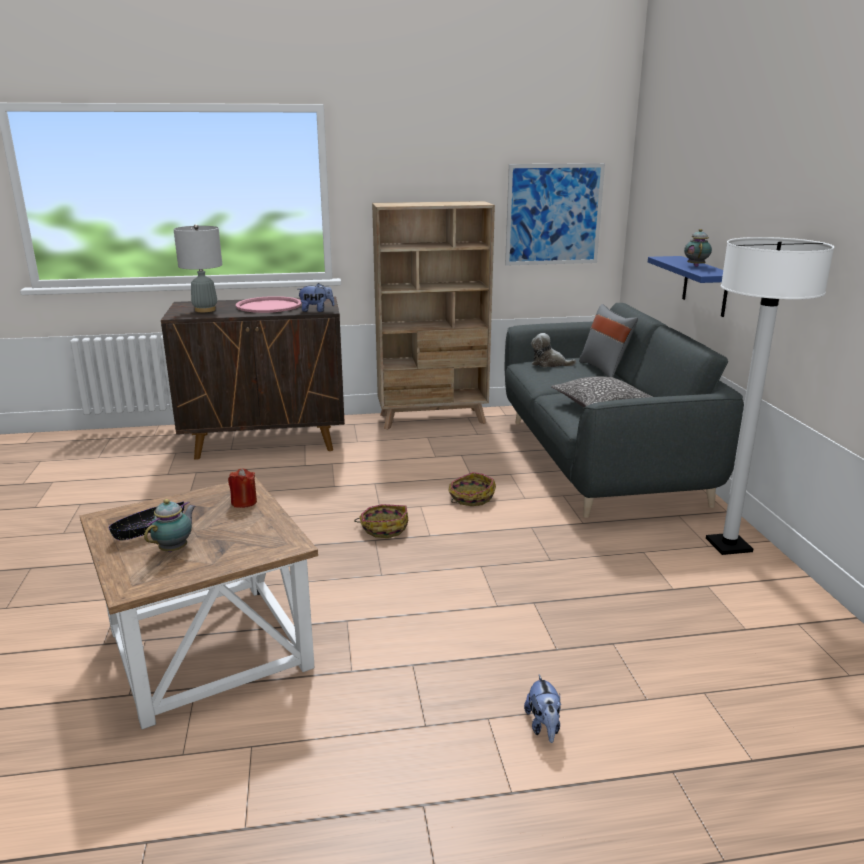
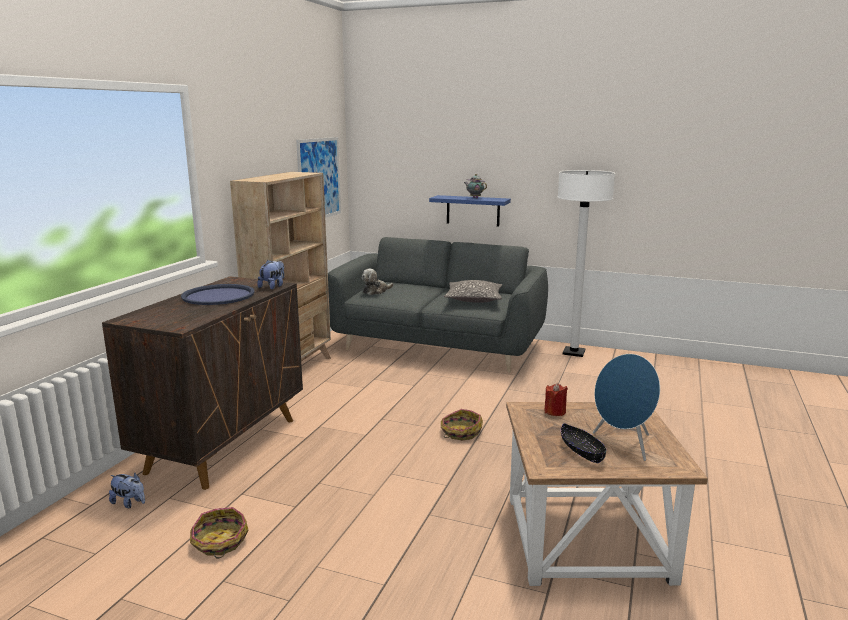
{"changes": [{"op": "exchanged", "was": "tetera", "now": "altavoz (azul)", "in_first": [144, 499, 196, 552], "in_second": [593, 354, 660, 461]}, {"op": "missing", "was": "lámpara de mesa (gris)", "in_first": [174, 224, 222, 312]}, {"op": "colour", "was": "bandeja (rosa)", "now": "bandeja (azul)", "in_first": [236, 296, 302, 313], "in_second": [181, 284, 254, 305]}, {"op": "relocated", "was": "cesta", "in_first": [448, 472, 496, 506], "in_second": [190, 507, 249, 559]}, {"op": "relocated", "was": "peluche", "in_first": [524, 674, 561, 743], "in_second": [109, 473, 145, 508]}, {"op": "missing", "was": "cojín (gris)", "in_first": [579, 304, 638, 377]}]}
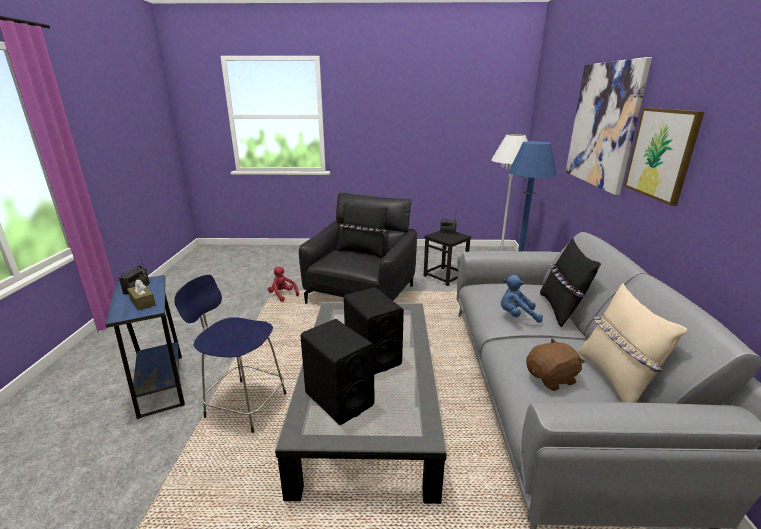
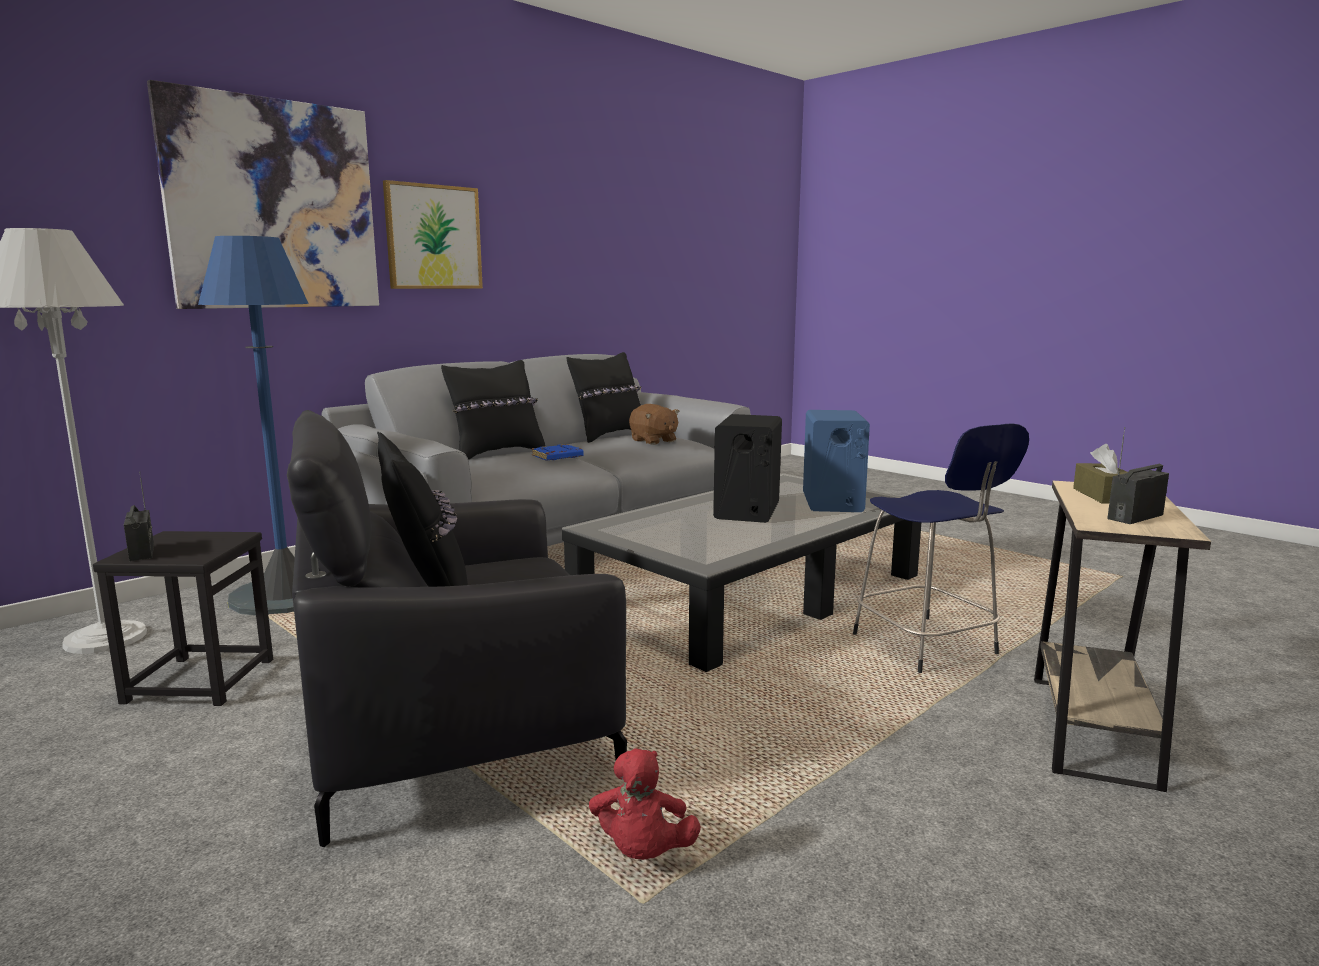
{"changes": [{"op": "colour", "was": "mesa auxiliar (azul)", "now": "mesa auxiliar (beis)", "in_first": [105, 275, 185, 419], "in_second": [1034, 481, 1211, 792]}, {"op": "colour", "was": "altavoz (negro)", "now": "altavoz (azul)", "in_first": [301, 319, 374, 425], "in_second": [803, 410, 870, 512]}, {"op": "exchanged", "was": "peluche (azul)", "now": "libro (azul)", "in_first": [501, 275, 543, 323], "in_second": [532, 444, 584, 461]}, {"op": "spun", "was": "peluche (marrón)", "in_first": [526, 338, 585, 391], "in_second": [629, 404, 680, 445], "clockwise": -150}, {"op": "colour", "was": "cojín (beis)", "now": "cojín (negro)", "in_first": [578, 284, 688, 403], "in_second": [566, 352, 641, 443]}]}
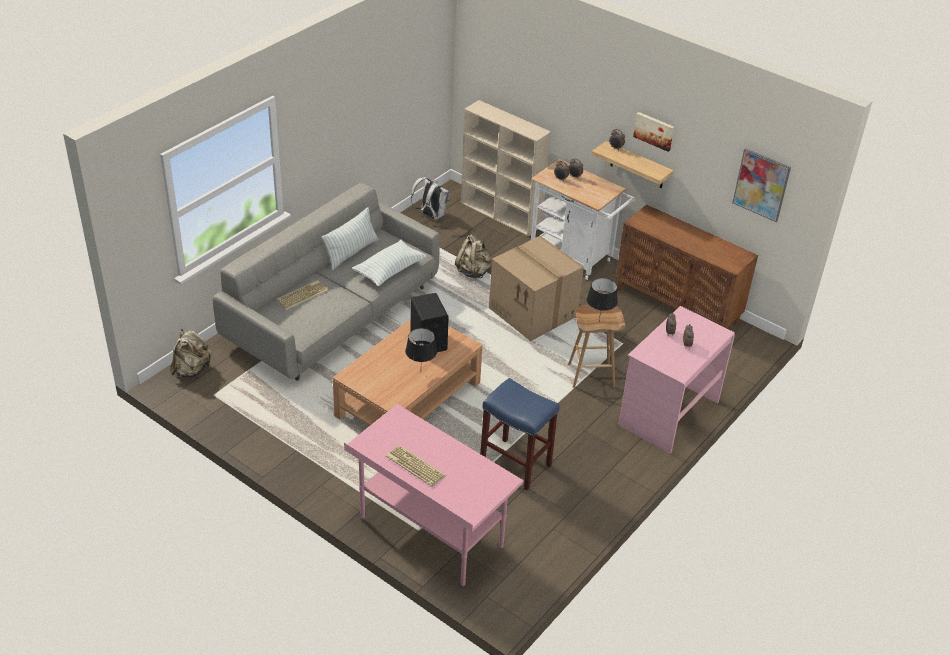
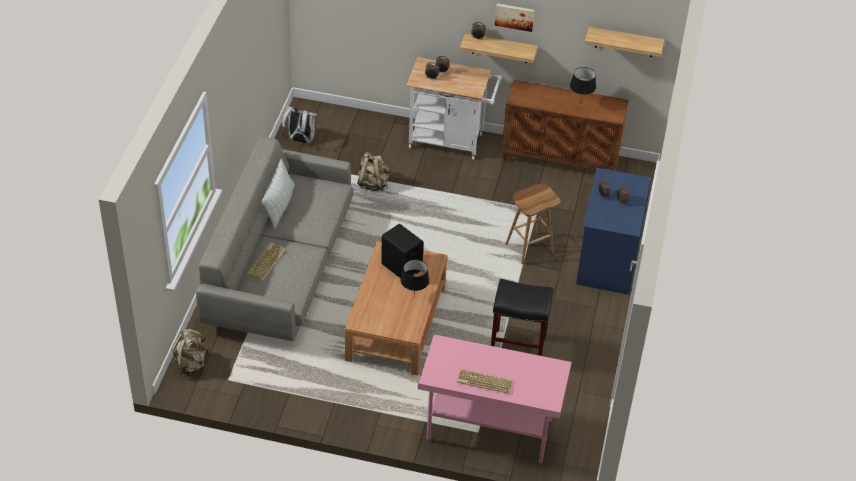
{"changes": [{"op": "missing", "was": "cojín", "in_first": [352, 240, 427, 287]}, {"op": "missing", "was": "estantería (beis)", "in_first": [461, 100, 551, 237]}, {"op": "colour", "was": "taburete (azul)", "now": "taburete (negro)", "in_first": [480, 378, 560, 490], "in_second": [491, 279, 553, 356]}, {"op": "missing", "was": "caja de cartón", "in_first": [489, 236, 584, 341]}, {"op": "relocated", "was": "lámpara de mesa (negro)", "in_first": [587, 278, 618, 321], "in_second": [570, 67, 596, 104]}, {"op": "colour", "was": "escritorio (rosa)", "now": "escritorio (azul)", "in_first": [618, 306, 735, 454], "in_second": [576, 168, 652, 295]}, {"op": "exchanged", "was": "cuadro", "now": "estante", "in_first": [732, 148, 791, 222], "in_second": [585, 27, 664, 57]}]}
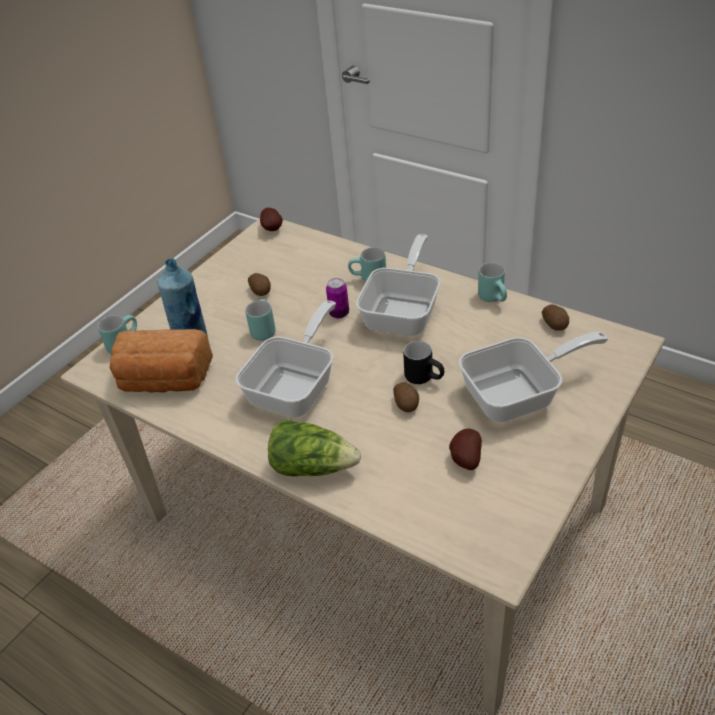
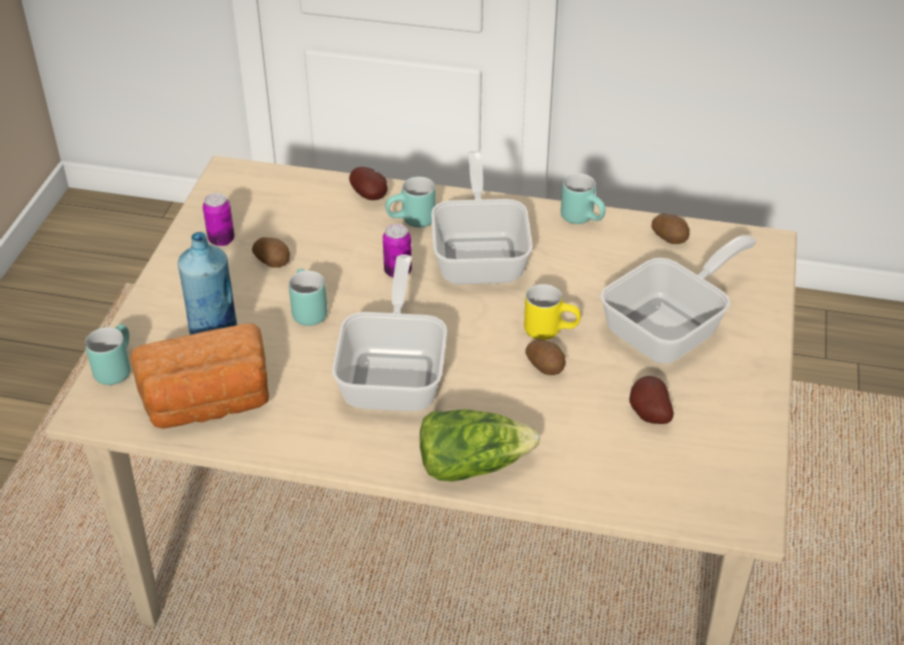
{"changes": [{"op": "relocated", "was": "patata", "in_first": [260, 208, 283, 231], "in_second": [349, 167, 388, 200]}, {"op": "colour", "was": "taza grande (negro)", "now": "taza grande (amarillo)", "in_first": [403, 341, 444, 384], "in_second": [524, 284, 581, 340]}, {"op": "appeared", "now": "lata", "in_second": [203, 193, 235, 246]}]}
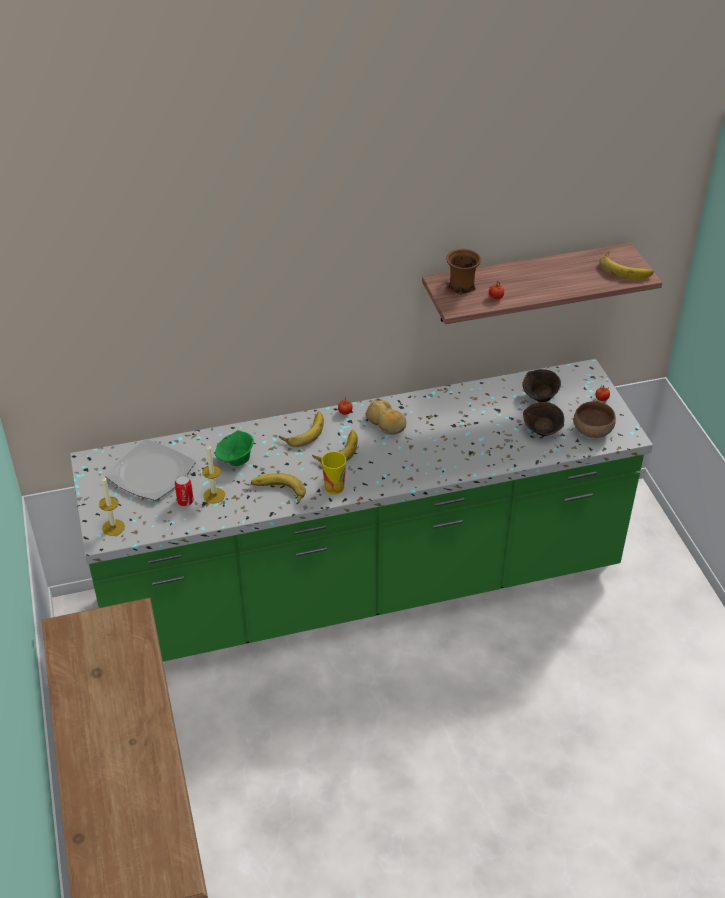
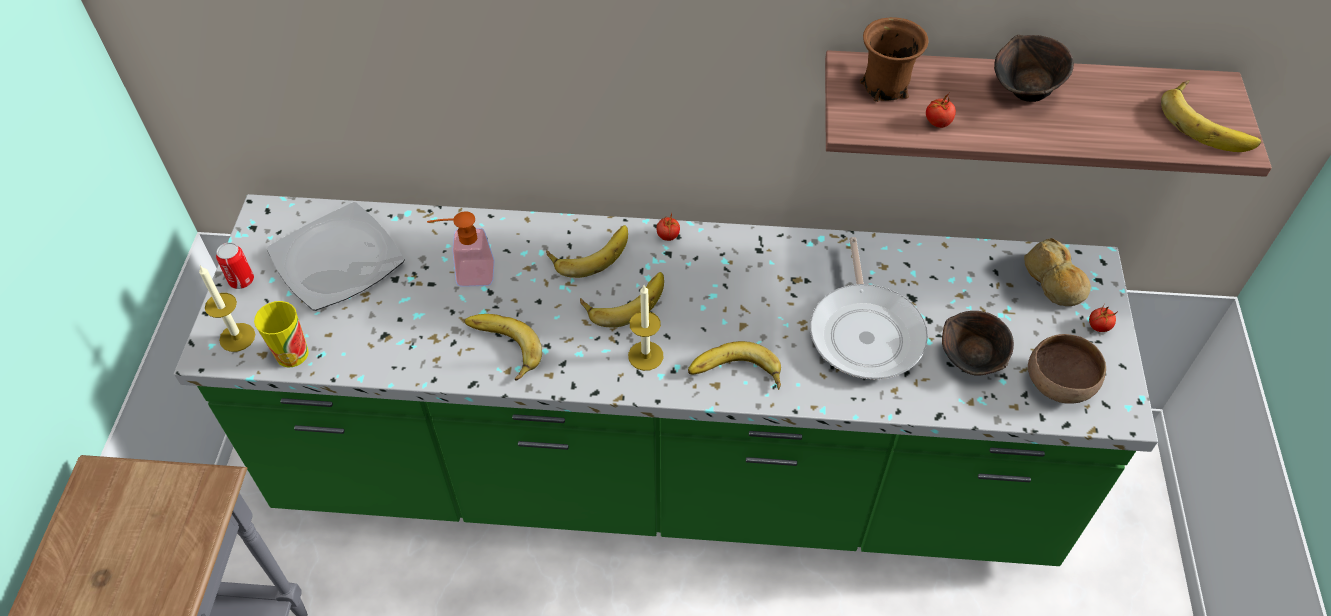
{"changes": [{"op": "relocated", "was": "lata", "in_first": [175, 475, 194, 506], "in_second": [216, 242, 254, 289]}, {"op": "relocated", "was": "vela", "in_first": [202, 444, 225, 503], "in_second": [628, 285, 663, 371]}, {"op": "exchanged", "was": "cuenco (verde)", "now": "dispensador de jabón", "in_first": [215, 430, 254, 466], "in_second": [427, 211, 495, 287]}, {"op": "relocated", "was": "taza", "in_first": [321, 452, 346, 494], "in_second": [254, 301, 309, 368]}, {"op": "relocated", "was": "pan", "in_first": [365, 398, 406, 435], "in_second": [1024, 238, 1091, 306]}, {"op": "relocated", "was": "cuenco (marrón)", "in_first": [522, 369, 561, 402], "in_second": [994, 35, 1074, 102]}, {"op": "appeared", "now": "plátano", "in_second": [688, 341, 781, 390]}, {"op": "appeared", "now": "sartén", "in_second": [810, 237, 928, 380]}]}
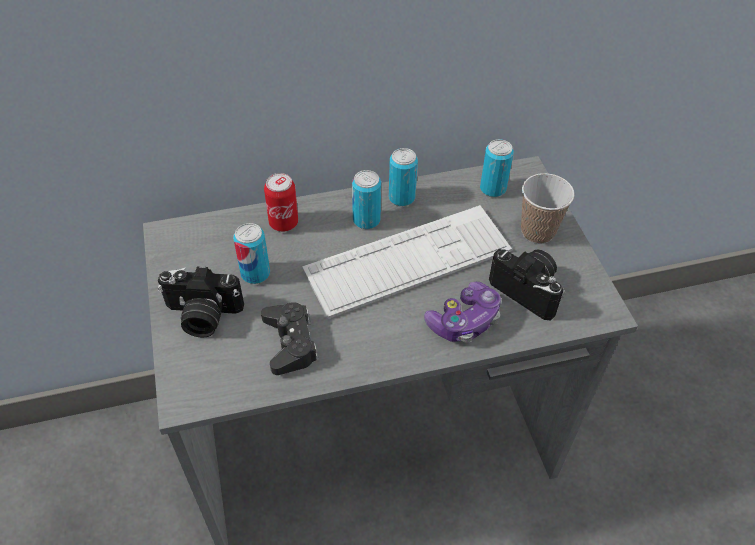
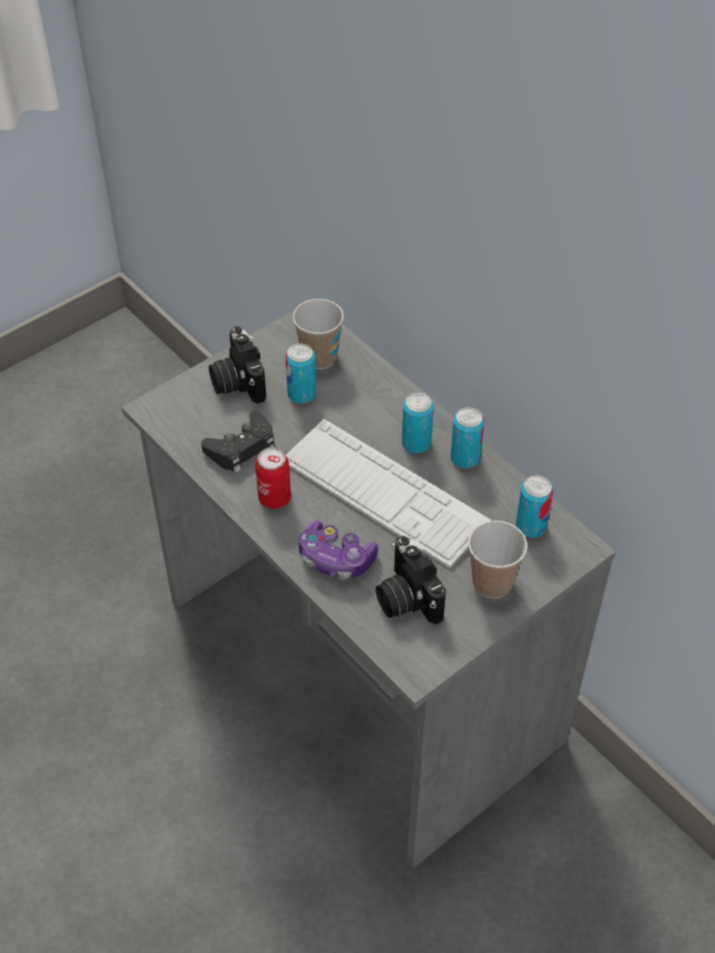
{"changes": [{"op": "relocated", "was": "lata", "in_first": [264, 173, 298, 232], "in_second": [255, 447, 291, 509]}, {"op": "spun", "was": "cámara", "in_first": [489, 249, 565, 321], "in_second": [376, 536, 446, 624], "clockwise": 135}, {"op": "appeared", "now": "taza", "in_second": [293, 299, 344, 369]}]}
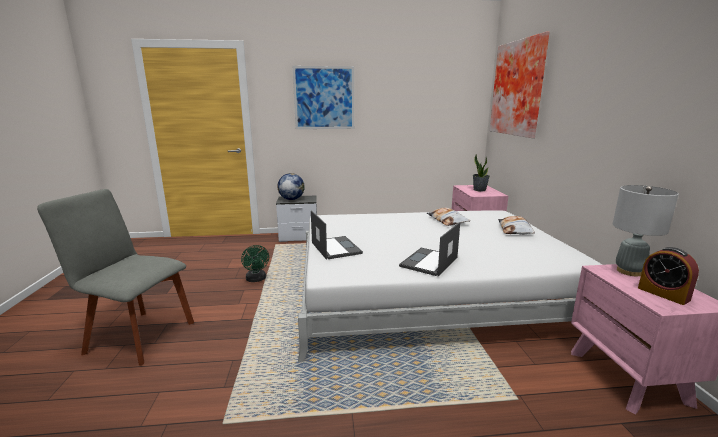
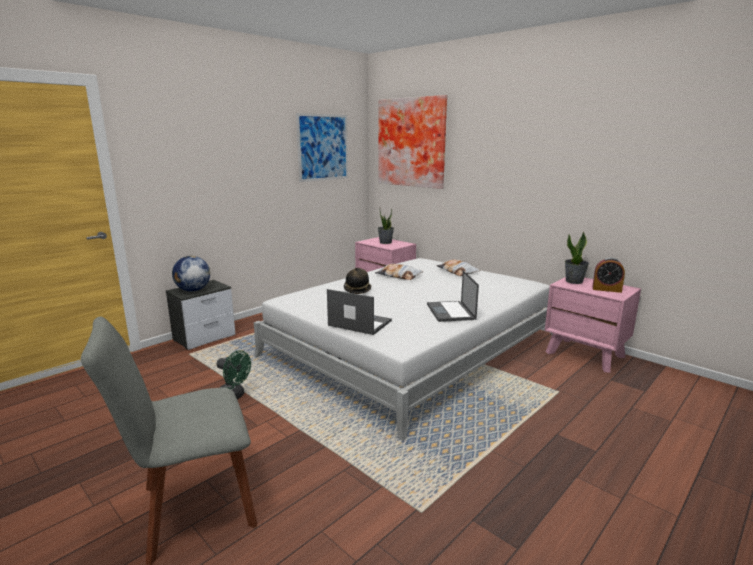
{"changes": [{"op": "relocated", "was": "cuadro", "in_first": [293, 66, 354, 129], "in_second": [296, 113, 348, 182]}, {"op": "exchanged", "was": "lámpara de mesa (gris)", "now": "planta en maceta", "in_first": [613, 185, 679, 276], "in_second": [565, 232, 589, 284]}, {"op": "appeared", "now": "sombrero", "in_second": [344, 267, 371, 294]}]}
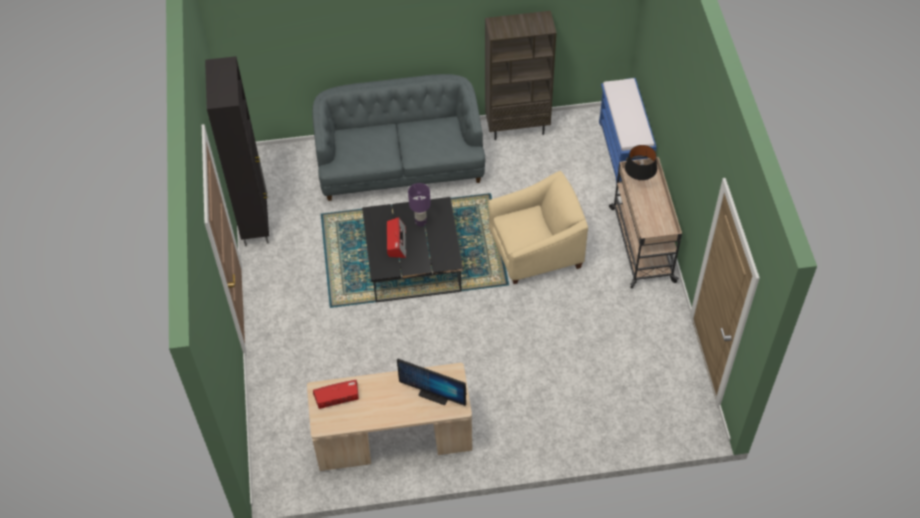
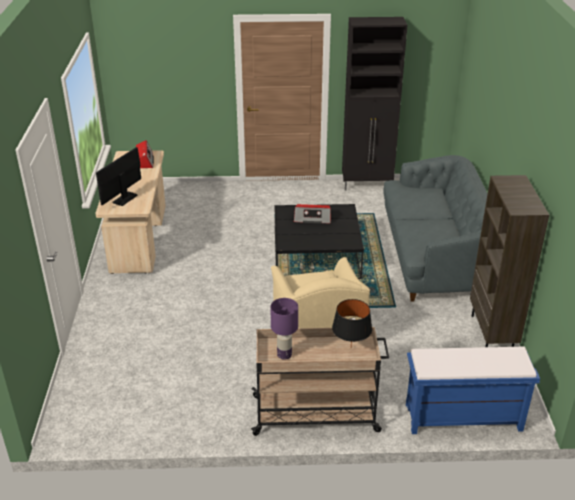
{"changes": [{"op": "relocated", "was": "lámpara de mesa (morado)", "in_first": [408, 183, 431, 227], "in_second": [270, 298, 298, 360]}]}
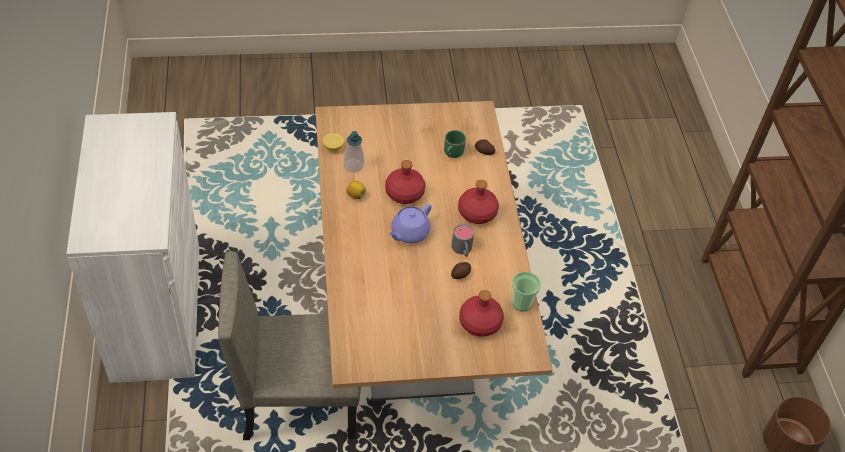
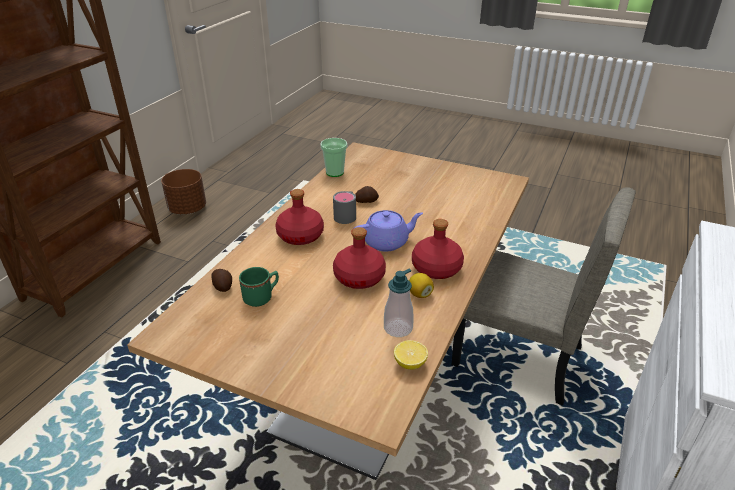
{"changes": [{"op": "relocated", "was": "botella (rojo)", "in_first": [459, 290, 504, 337], "in_second": [412, 219, 464, 279]}]}
